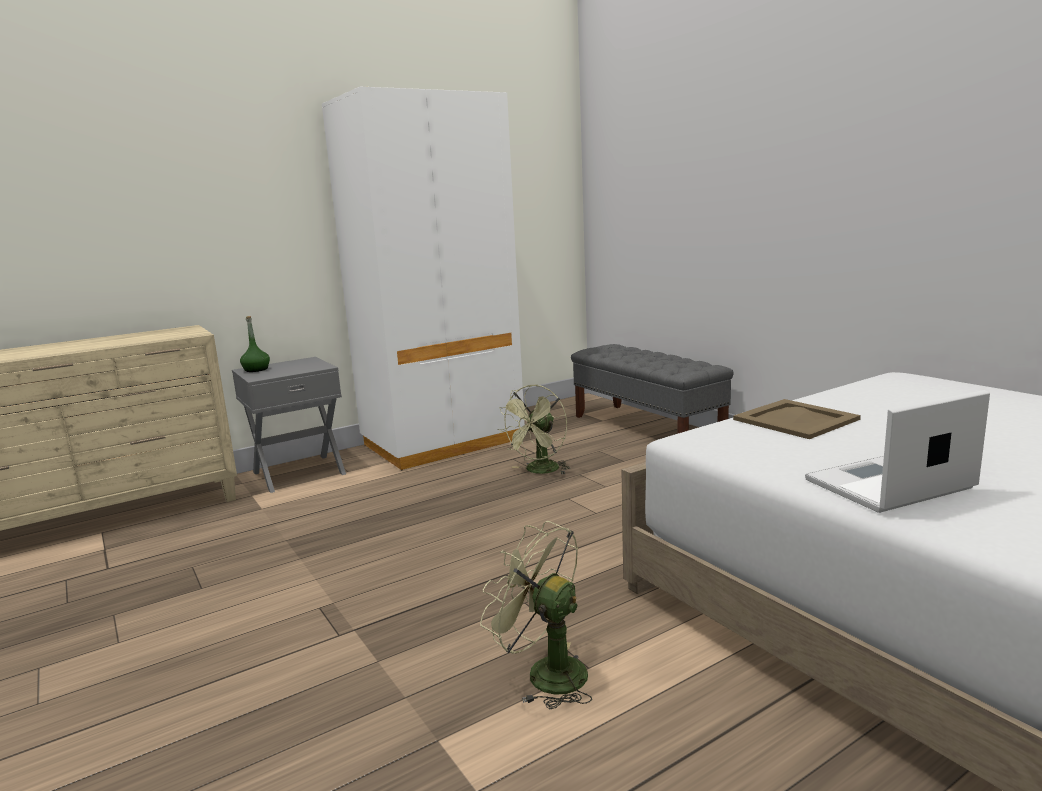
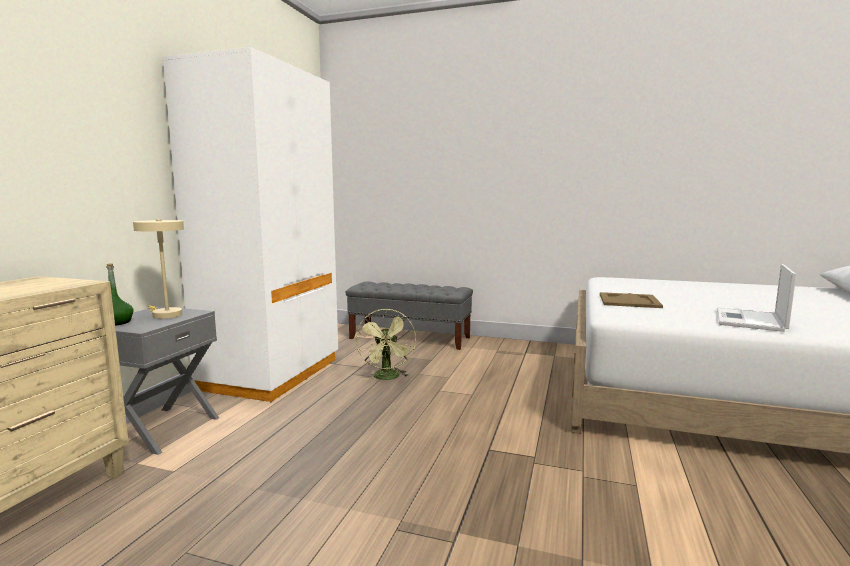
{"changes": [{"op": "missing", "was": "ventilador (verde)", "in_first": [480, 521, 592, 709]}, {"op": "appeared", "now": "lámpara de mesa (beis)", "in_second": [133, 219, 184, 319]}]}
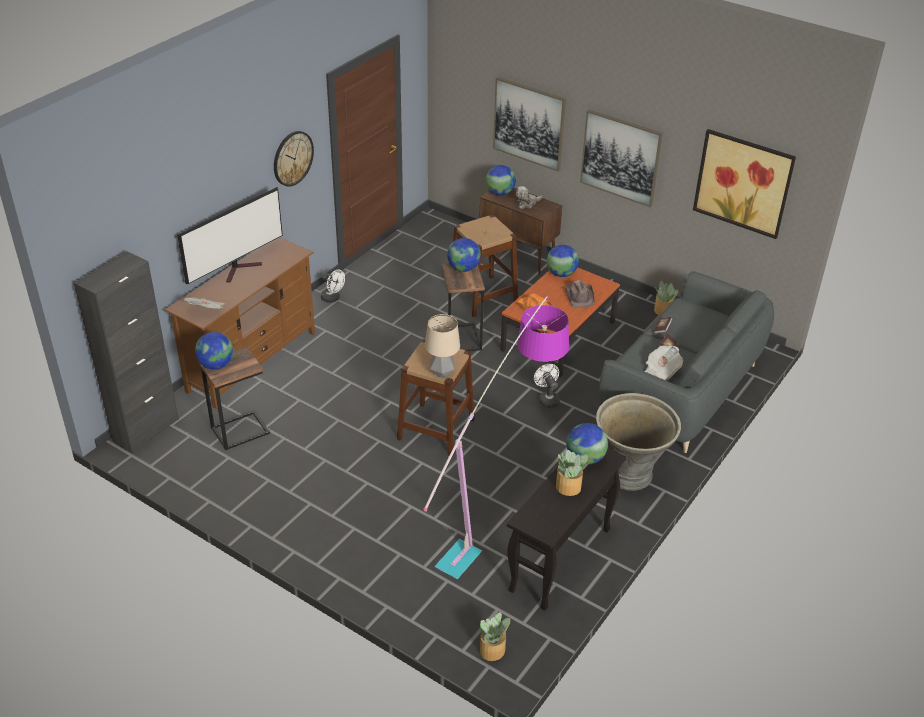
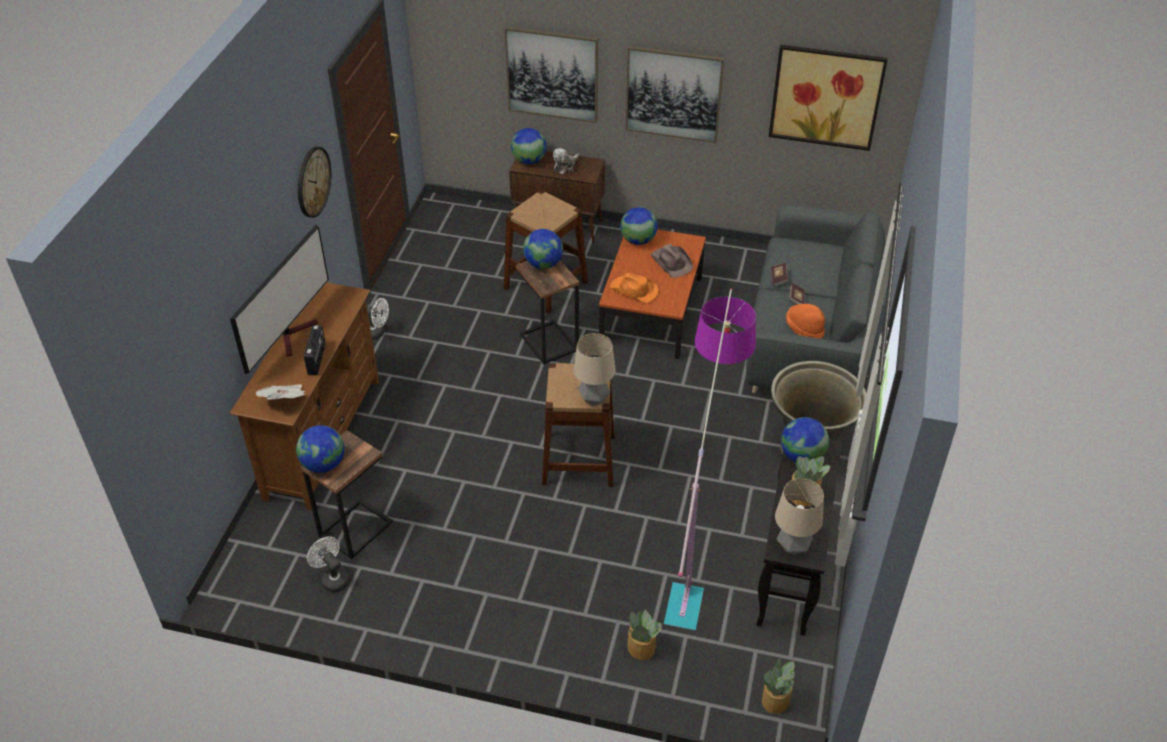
{"changes": [{"op": "missing", "was": "armario (negro)", "in_first": [74, 251, 179, 454]}, {"op": "relocated", "was": "ventilador (blanco)", "in_first": [534, 364, 560, 408], "in_second": [307, 536, 350, 592]}, {"op": "exchanged", "was": "periódico", "now": "sombrero (naranja)", "in_first": [645, 345, 683, 380], "in_second": [786, 304, 825, 339]}, {"op": "relocated", "was": "planta en maceta", "in_first": [654, 281, 678, 316], "in_second": [625, 610, 662, 660]}, {"op": "appeared", "now": "radio", "in_second": [304, 325, 326, 375]}, {"op": "appeared", "now": "lámpara de mesa", "in_second": [775, 478, 824, 555]}]}
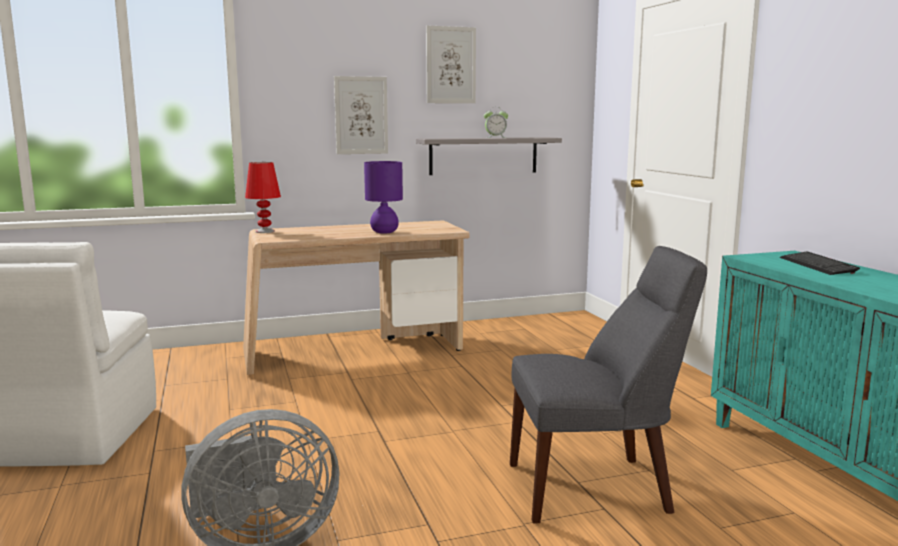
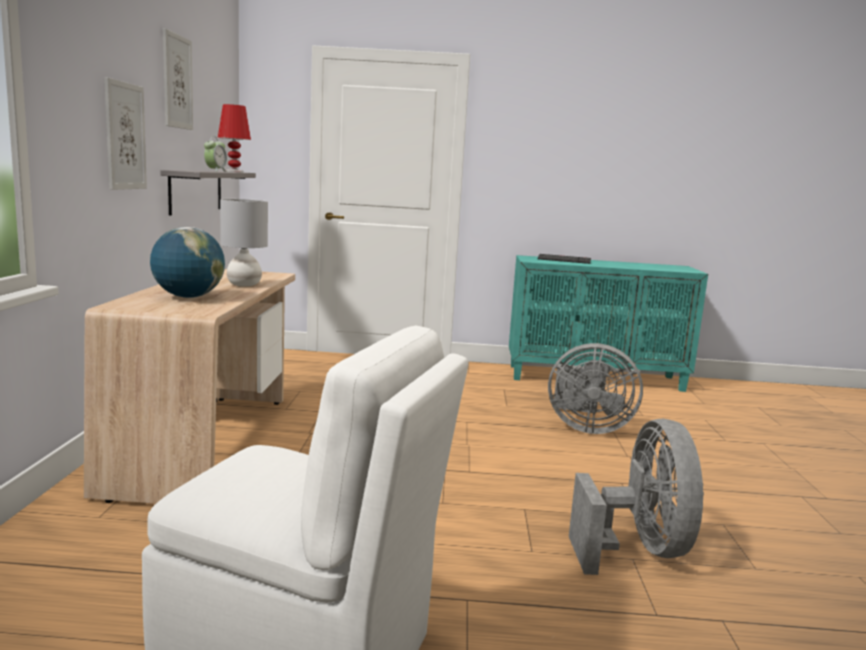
{"changes": [{"op": "relocated", "was": "lámpara de mesa (rojo)", "in_first": [245, 162, 281, 233], "in_second": [218, 104, 251, 172]}, {"op": "colour", "was": "lámpara de mesa (morado)", "now": "lámpara de mesa (gris)", "in_first": [364, 161, 403, 233], "in_second": [220, 199, 268, 287]}, {"op": "exchanged", "was": "silla (gris)", "now": "ventilador (gris)", "in_first": [510, 246, 707, 523], "in_second": [548, 343, 643, 434]}, {"op": "appeared", "now": "globo terráqueo", "in_second": [150, 227, 225, 298]}]}
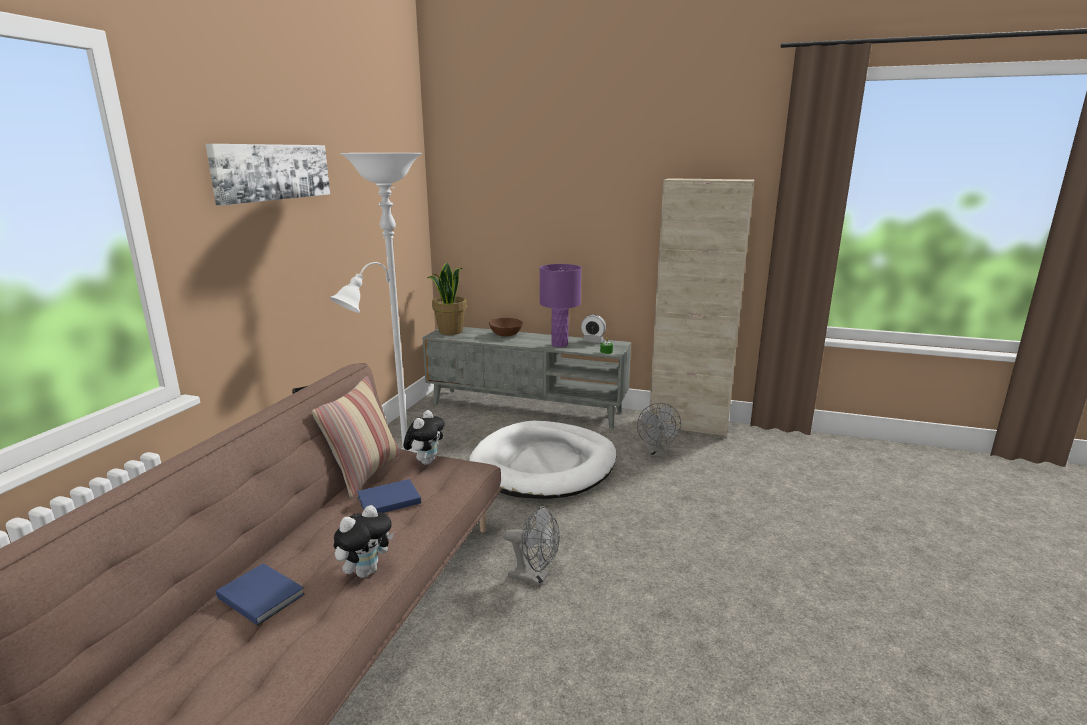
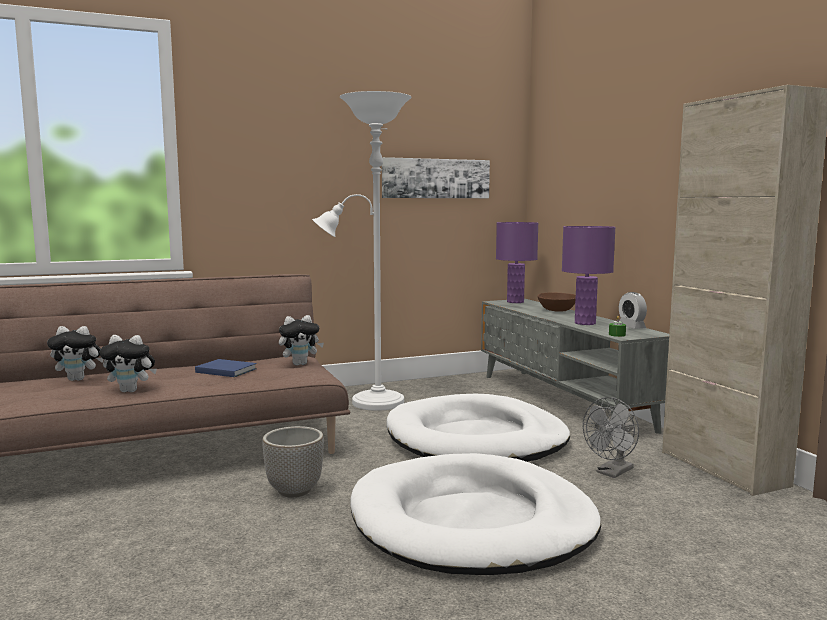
{"changes": [{"op": "relocated", "was": "cuadro", "in_first": [205, 144, 330, 205], "in_second": [382, 157, 490, 198]}, {"op": "exchanged", "was": "libro (azul)", "now": "peluche", "in_first": [216, 563, 305, 626], "in_second": [47, 326, 104, 381]}, {"op": "missing", "was": "cojín", "in_first": [312, 376, 401, 498]}, {"op": "exchanged", "was": "planta en maceta", "now": "lámpara de mesa (morado)", "in_first": [428, 263, 467, 335], "in_second": [496, 222, 538, 303]}, {"op": "exchanged", "was": "ventilador (gris)", "now": "maceta", "in_first": [504, 506, 560, 586], "in_second": [262, 426, 324, 498]}, {"op": "appeared", "now": "cama para perro (blanco)", "in_second": [350, 453, 601, 575]}]}
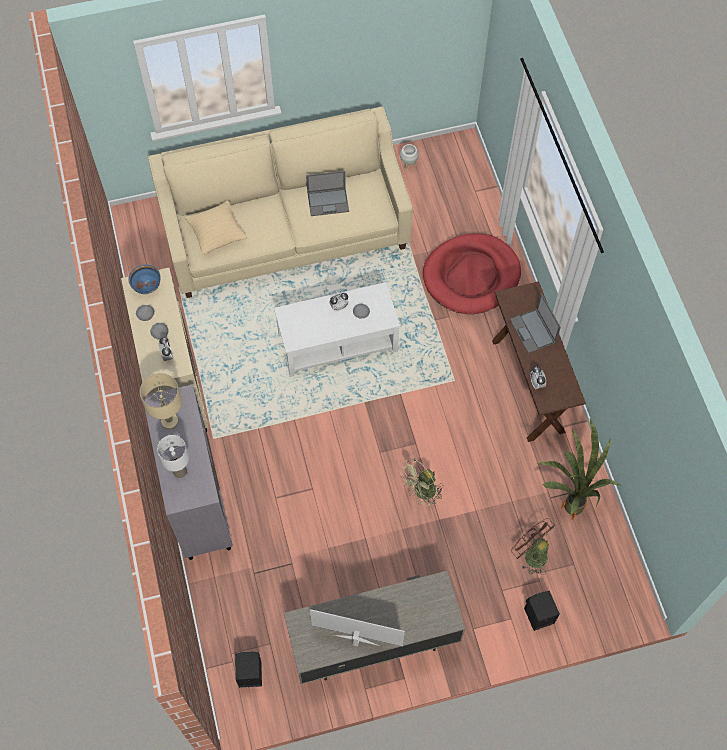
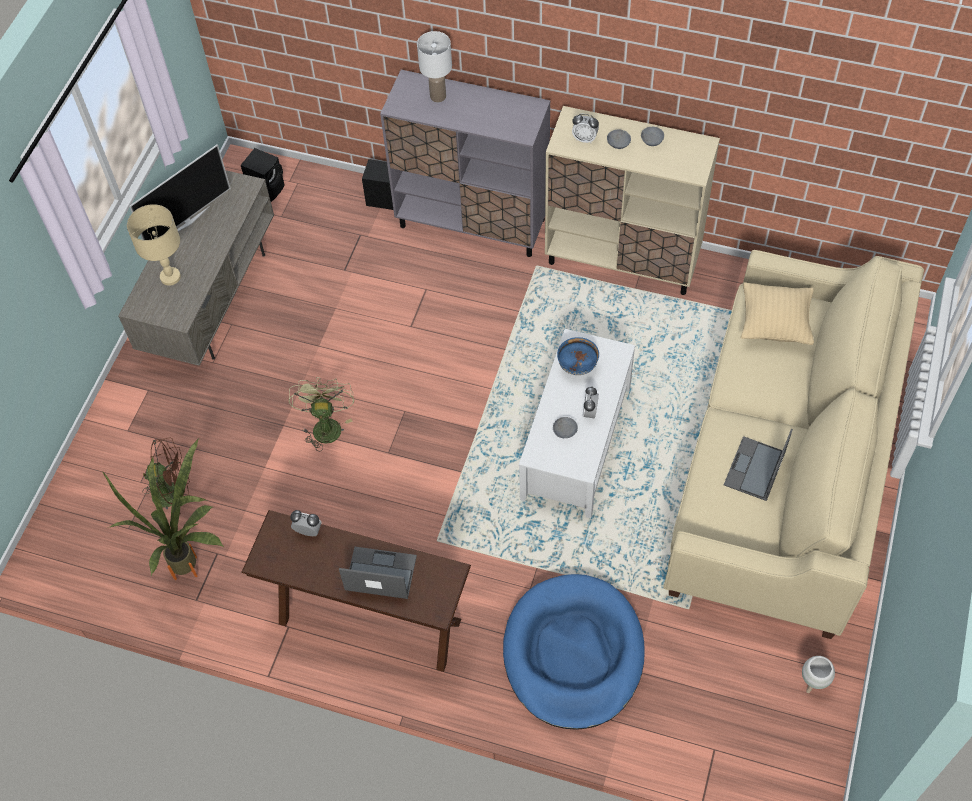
{"changes": [{"op": "relocated", "was": "cuenco (azul)", "in_first": [128, 265, 161, 294], "in_second": [557, 337, 599, 375]}, {"op": "relocated", "was": "lámpara de mesa (beis)", "in_first": [140, 373, 182, 430], "in_second": [127, 204, 181, 286]}, {"op": "colour", "was": "cama para perro (rojo)", "now": "cama para perro (azul)", "in_first": [423, 234, 521, 314], "in_second": [503, 574, 645, 730]}, {"op": "relocated", "was": "altavoz (negro)", "in_first": [524, 591, 560, 631], "in_second": [362, 159, 393, 210]}]}
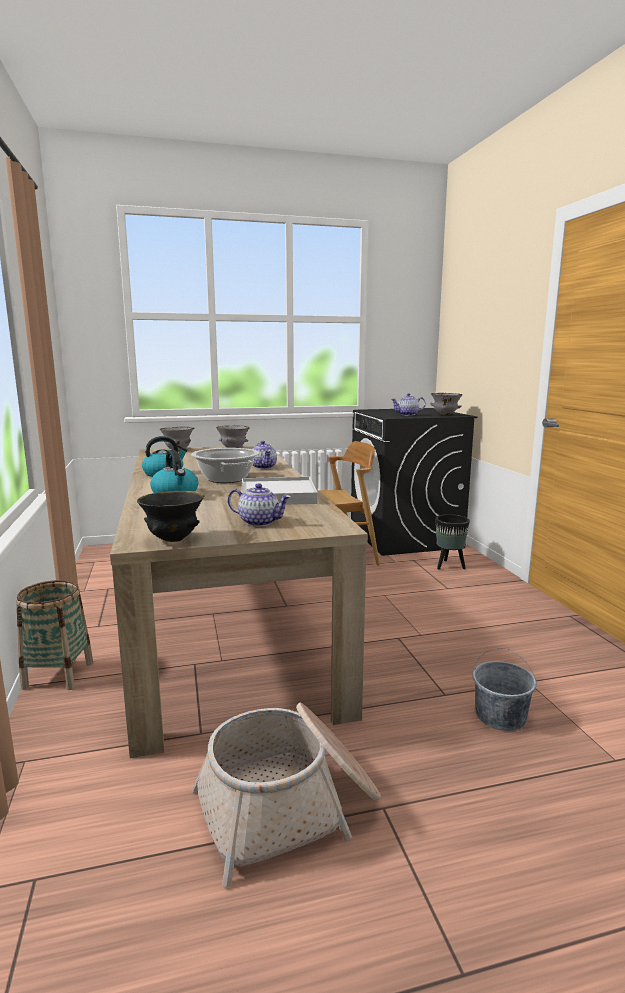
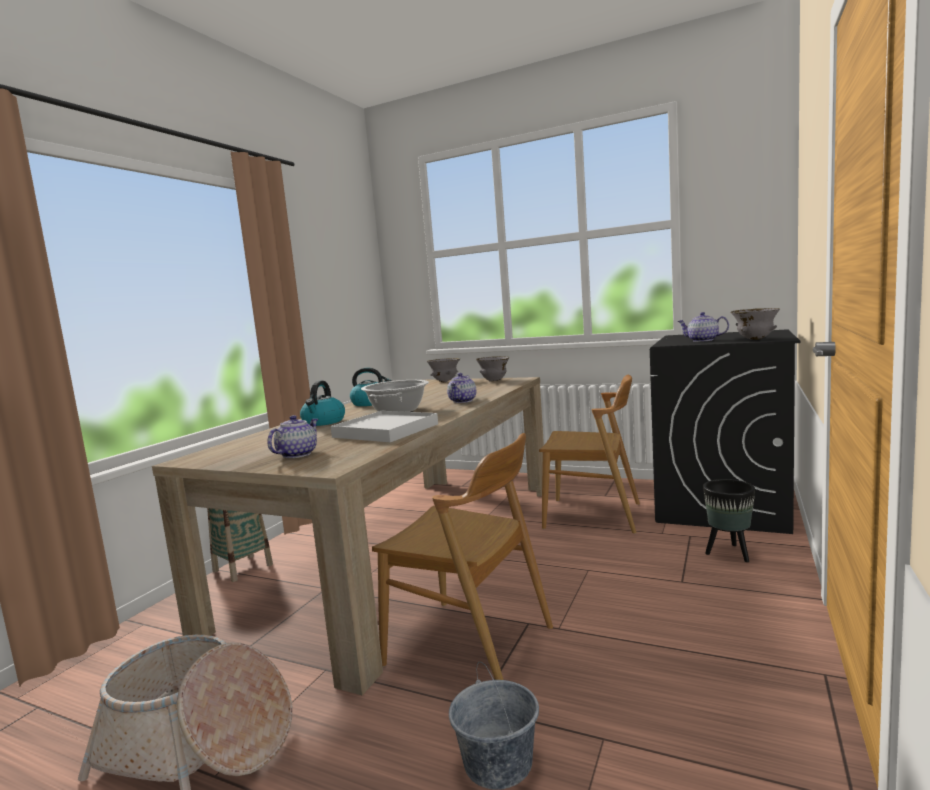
{"changes": [{"op": "missing", "was": "cuenco (negro)", "in_first": [137, 491, 205, 542]}, {"op": "spun", "was": "tetera", "in_first": [228, 483, 291, 527], "in_second": [267, 415, 318, 458], "clockwise": -120}, {"op": "appeared", "now": "silla (marrón)", "in_second": [372, 433, 553, 680]}]}
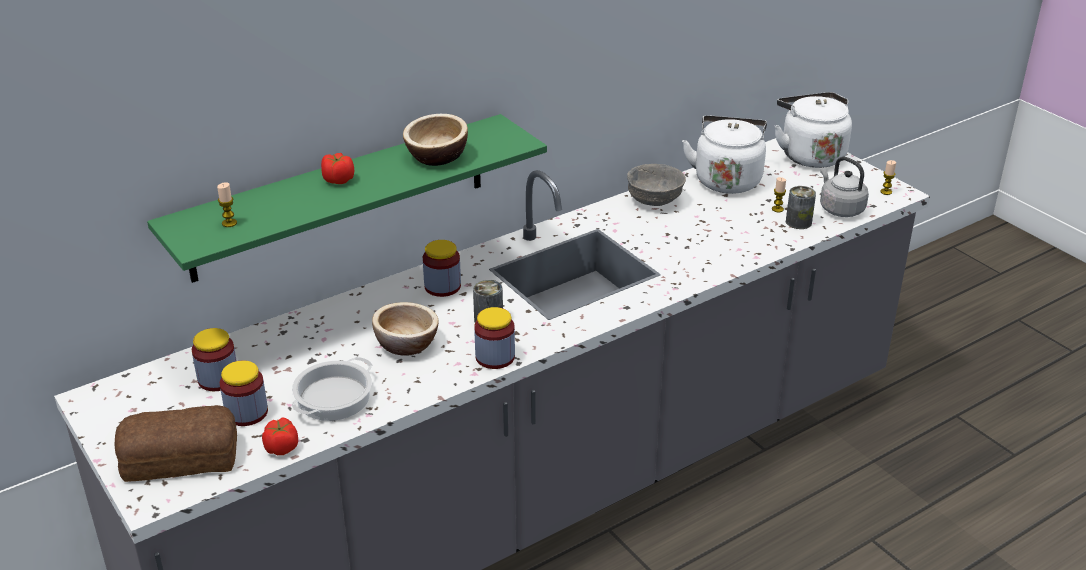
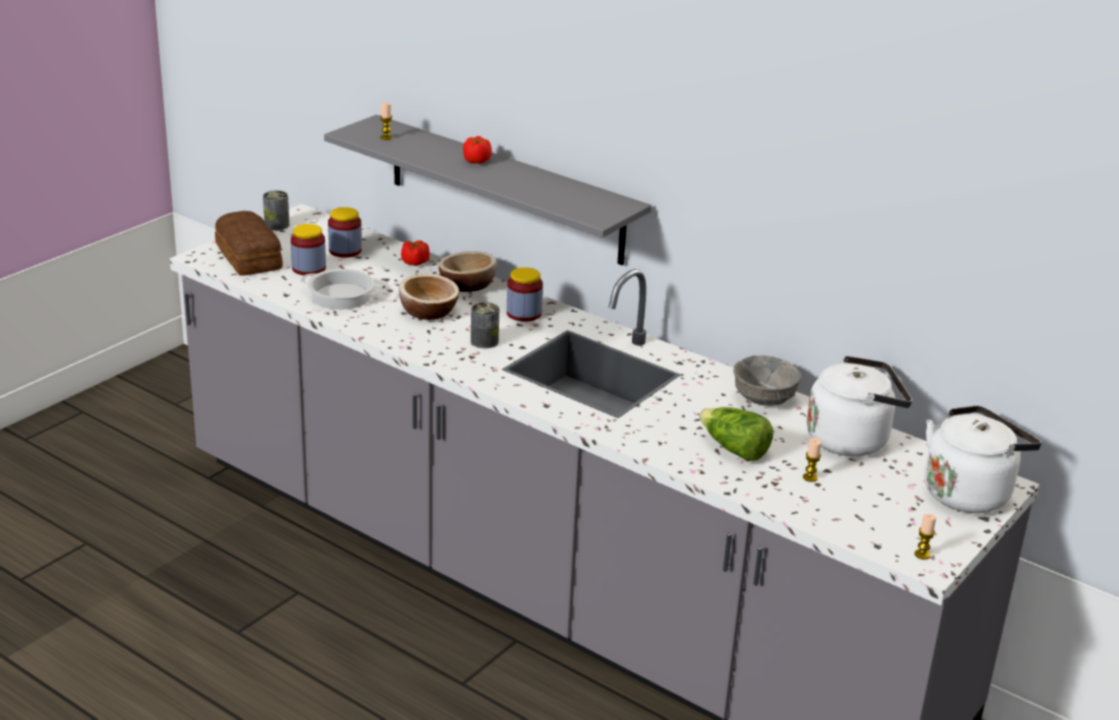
{"changes": [{"op": "colour", "was": "estante (verde)", "now": "estante (gris)", "in_first": [147, 114, 547, 283], "in_second": [324, 115, 652, 266]}, {"op": "relocated", "was": "tomate", "in_first": [262, 418, 298, 455], "in_second": [401, 240, 430, 266]}, {"op": "relocated", "was": "cuenco", "in_first": [403, 114, 468, 166], "in_second": [438, 251, 497, 292]}, {"op": "missing", "was": "tarro", "in_first": [474, 307, 515, 369]}, {"op": "relocated", "was": "lata", "in_first": [786, 186, 816, 229], "in_second": [263, 191, 289, 231]}, {"op": "missing", "was": "hervidor (gris)", "in_first": [820, 157, 869, 217]}, {"op": "appeared", "now": "lechuga", "in_second": [699, 407, 774, 461]}]}
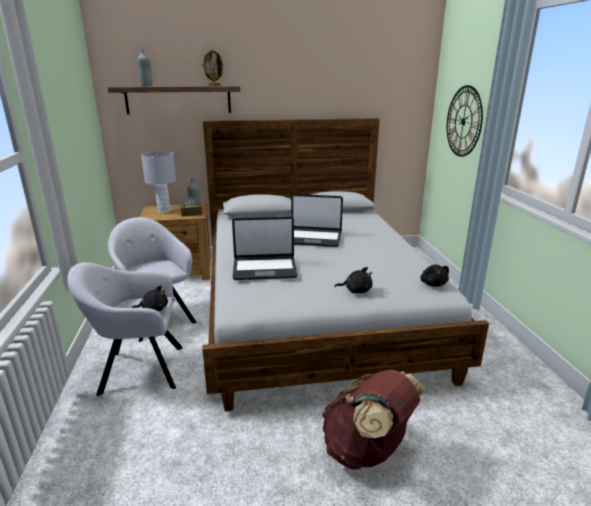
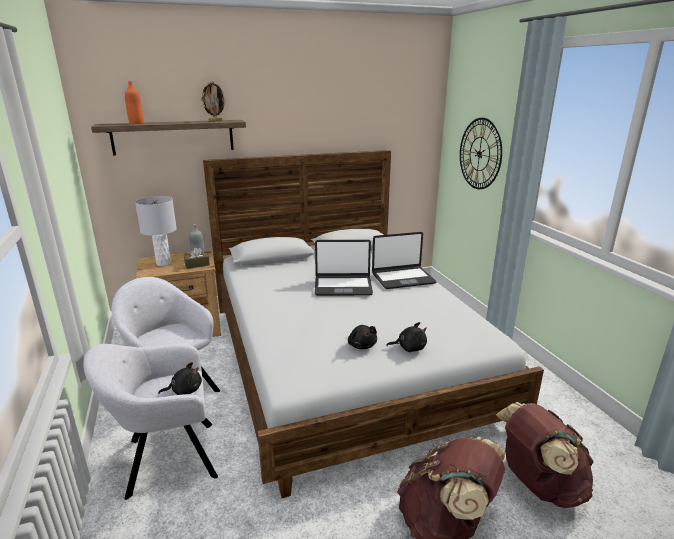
{"changes": [{"op": "colour", "was": "botella (gris)", "now": "botella (naranja)", "in_first": [137, 49, 153, 86], "in_second": [125, 81, 144, 124]}, {"op": "relocated", "was": "portátil", "in_first": [232, 217, 297, 280], "in_second": [372, 232, 436, 289]}, {"op": "relocated", "was": "peluche (negro)", "in_first": [420, 265, 449, 287], "in_second": [348, 325, 377, 349]}, {"op": "appeared", "now": "mochila (marrón)", "in_second": [496, 402, 594, 508]}]}
